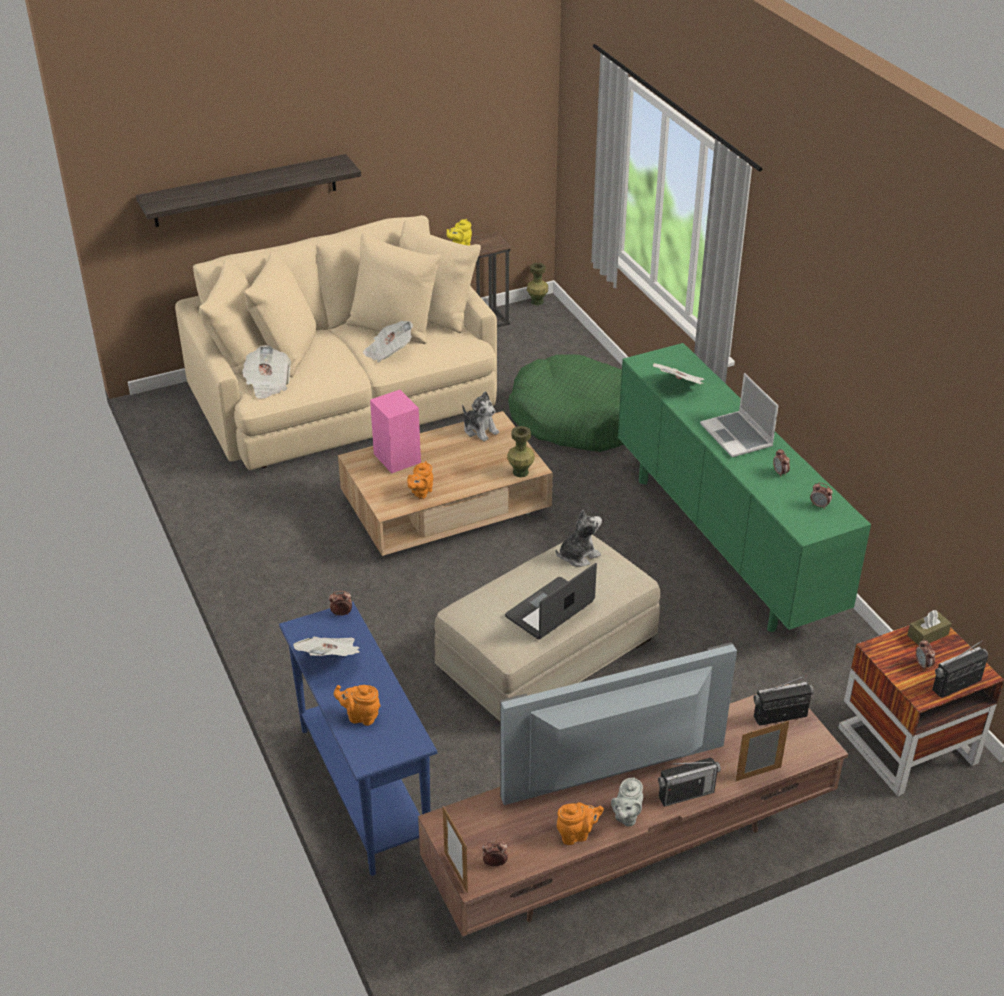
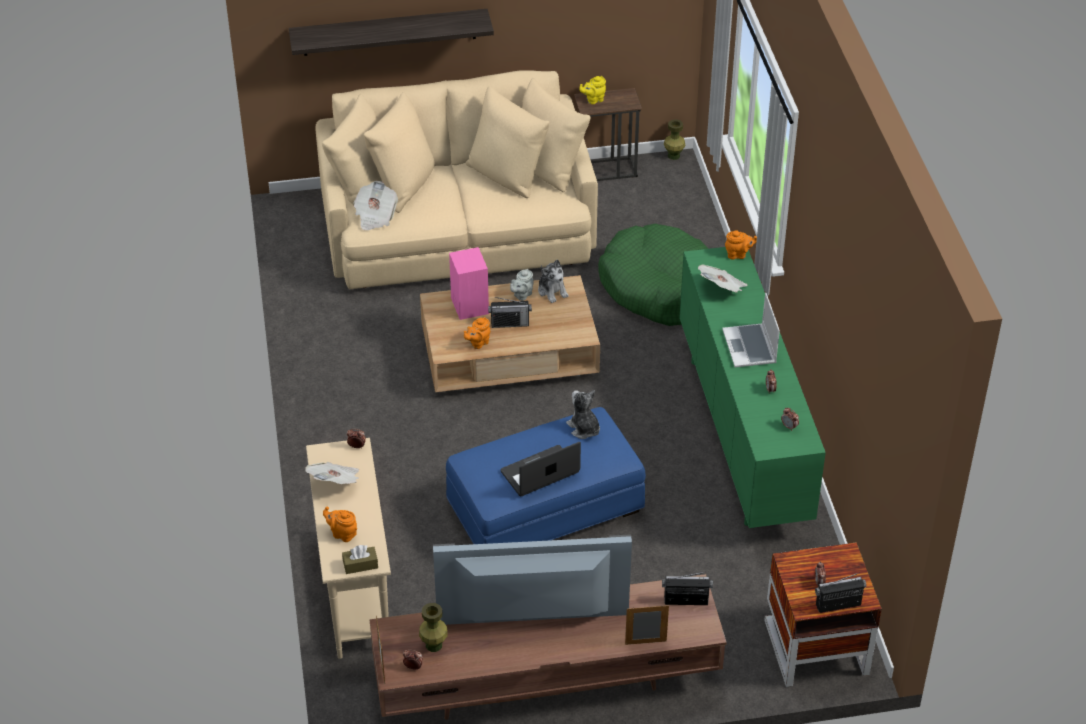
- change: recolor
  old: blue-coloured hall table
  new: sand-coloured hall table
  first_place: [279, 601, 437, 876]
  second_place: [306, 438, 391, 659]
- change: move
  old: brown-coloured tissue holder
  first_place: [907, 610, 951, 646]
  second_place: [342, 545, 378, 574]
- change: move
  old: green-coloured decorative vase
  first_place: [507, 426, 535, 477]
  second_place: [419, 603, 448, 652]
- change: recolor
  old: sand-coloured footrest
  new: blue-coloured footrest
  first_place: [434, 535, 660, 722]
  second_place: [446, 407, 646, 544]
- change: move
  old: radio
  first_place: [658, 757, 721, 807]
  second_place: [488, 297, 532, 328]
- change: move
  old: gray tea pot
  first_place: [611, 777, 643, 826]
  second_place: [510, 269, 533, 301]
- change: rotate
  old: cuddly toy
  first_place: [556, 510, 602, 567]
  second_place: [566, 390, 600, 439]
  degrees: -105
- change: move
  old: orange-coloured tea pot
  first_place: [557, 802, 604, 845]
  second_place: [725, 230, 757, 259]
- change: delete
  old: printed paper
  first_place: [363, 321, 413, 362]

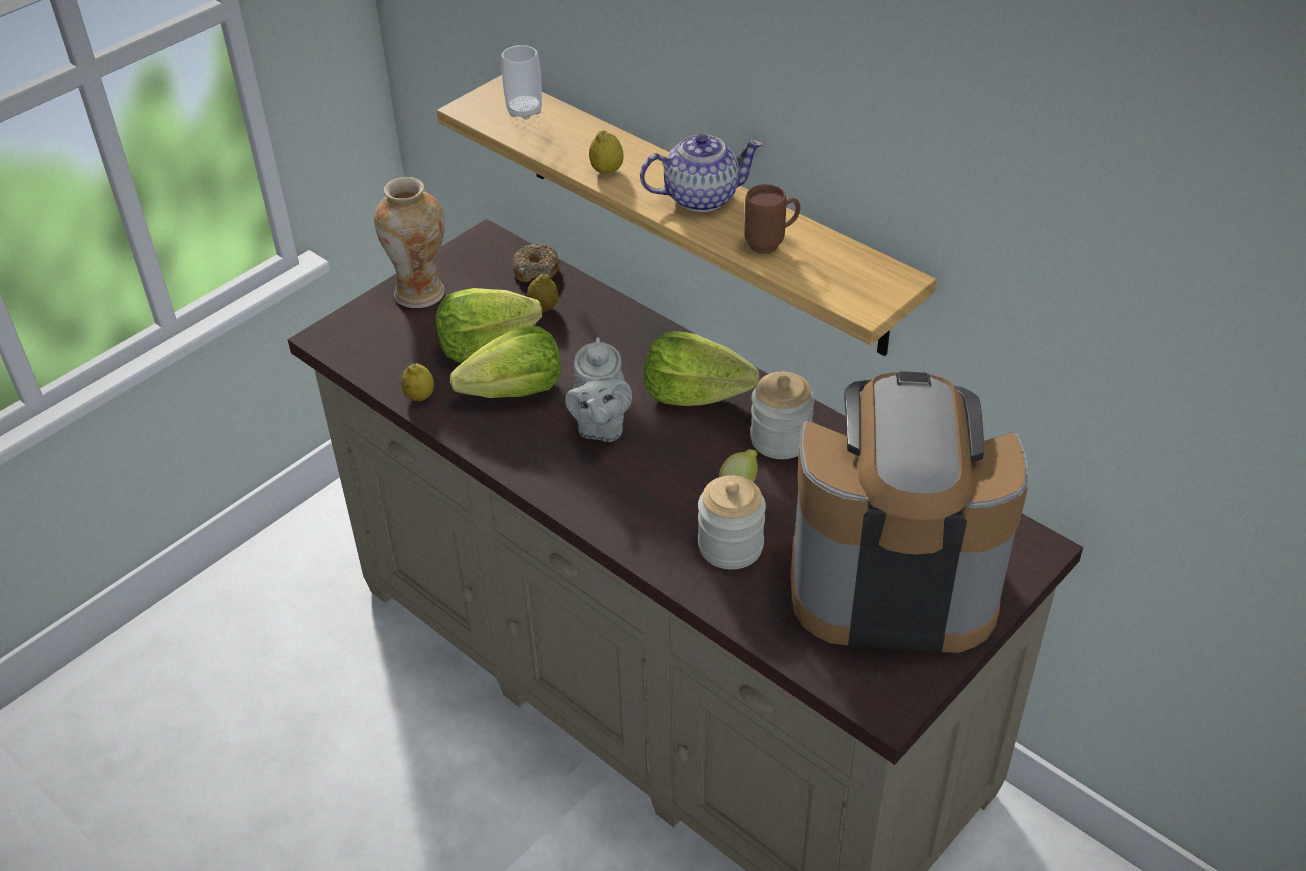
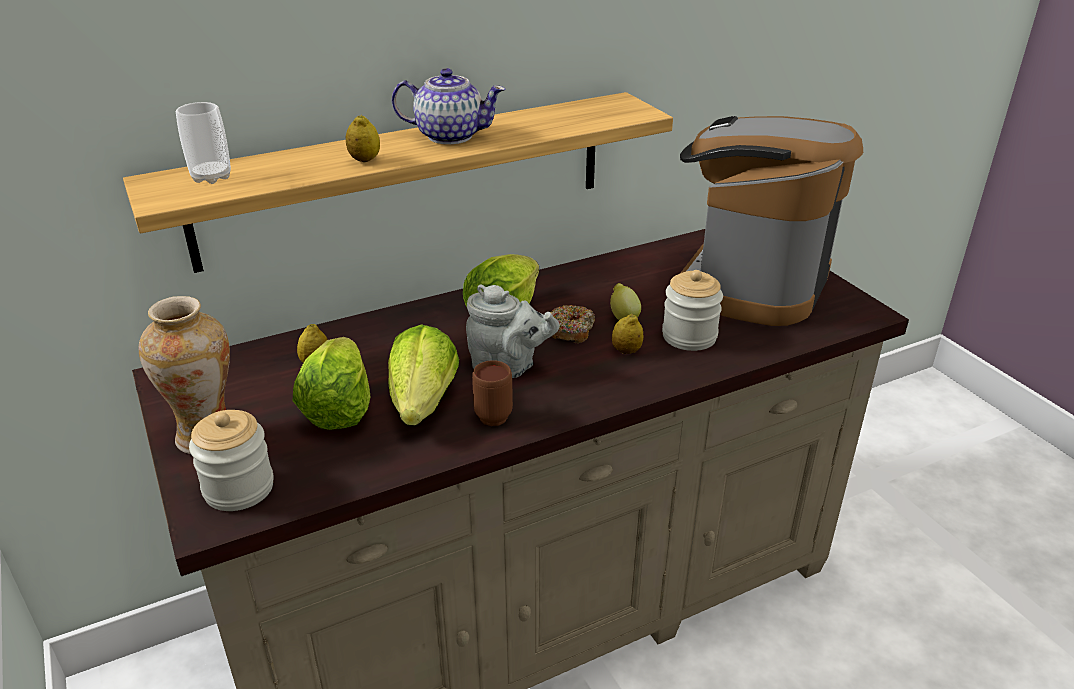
- change: move
  old: storage jar
  first_place: [750, 372, 815, 459]
  second_place: [189, 410, 274, 511]
- change: rotate
  old: tea pot
  first_place: [640, 133, 763, 212]
  second_place: [392, 68, 505, 144]
  degrees: 90
- change: move
  old: brown-coloured mug
  first_place: [744, 184, 800, 254]
  second_place: [472, 360, 513, 426]
- change: move
  old: doughnut
  first_place: [512, 244, 560, 282]
  second_place: [550, 305, 595, 343]
- change: move
  old: citrus fruit
  first_place: [401, 363, 434, 401]
  second_place: [612, 314, 643, 354]

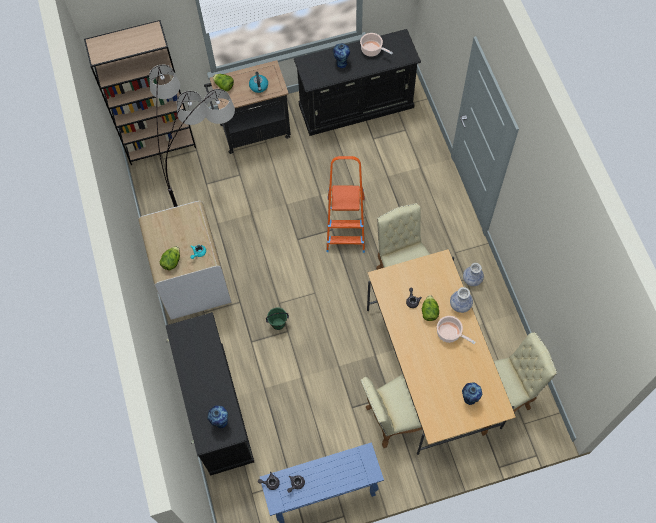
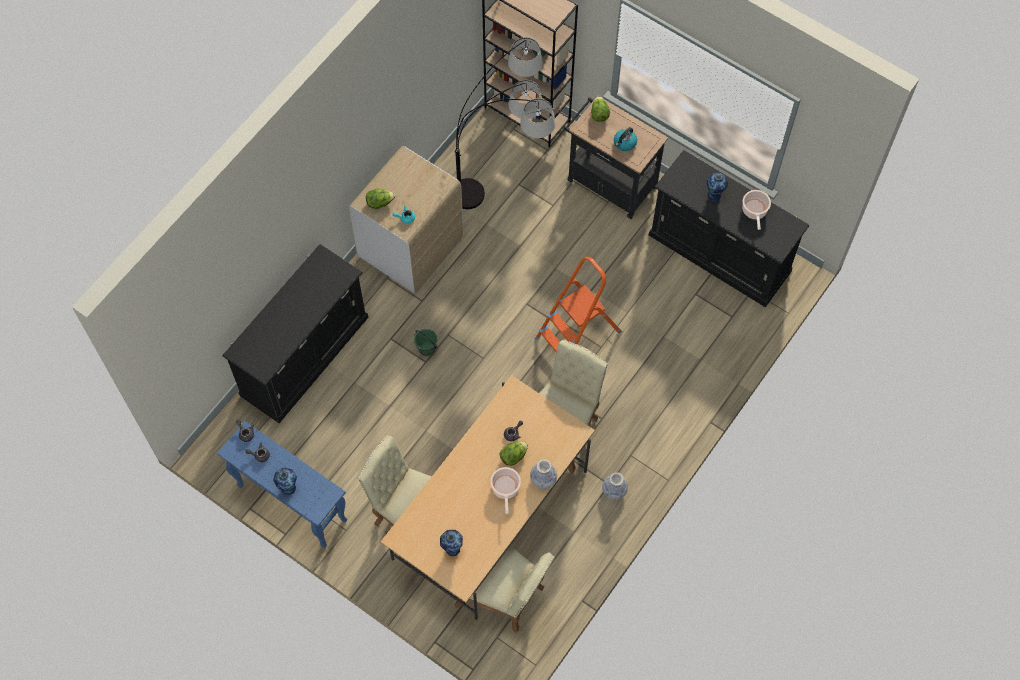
- change: move
  old: decorative vase
  first_place: [207, 405, 228, 428]
  second_place: [273, 468, 297, 495]

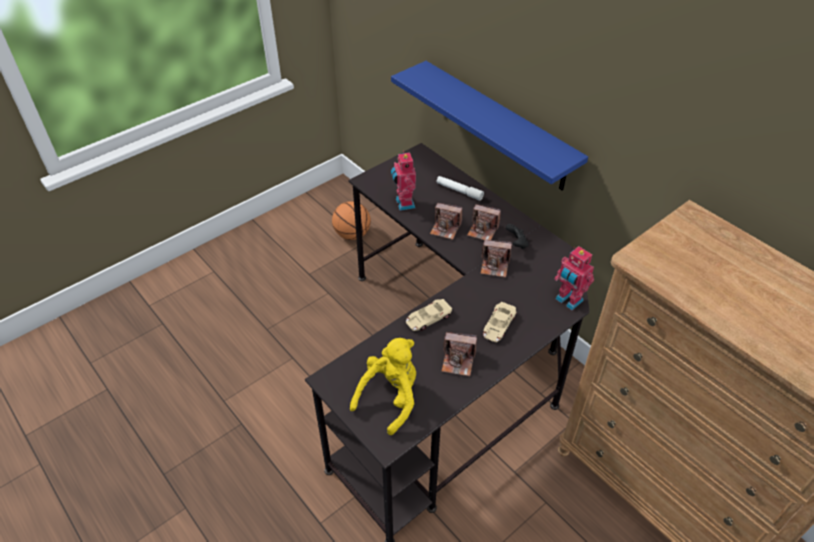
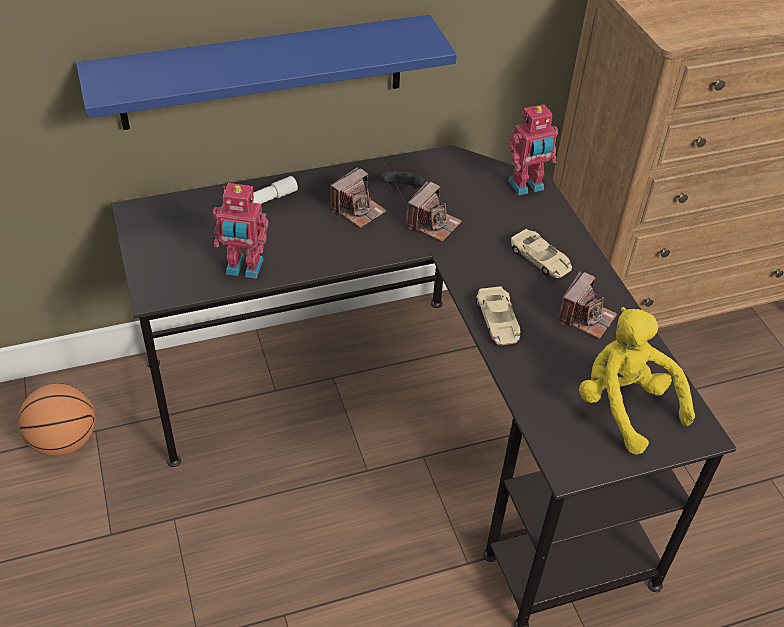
- change: delete
  old: still camera
  first_place: [430, 203, 463, 240]

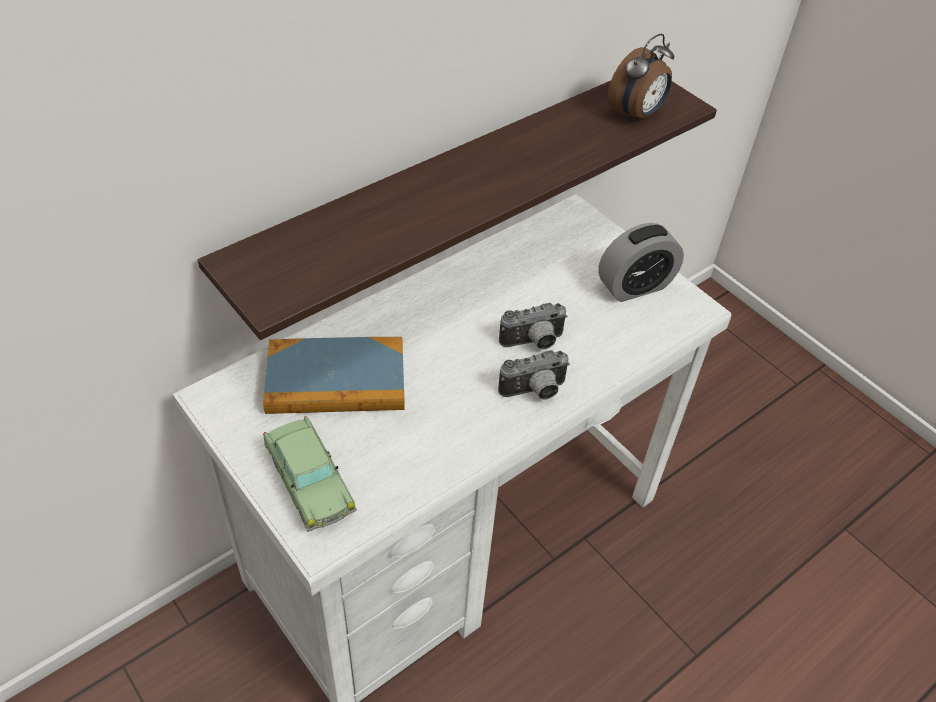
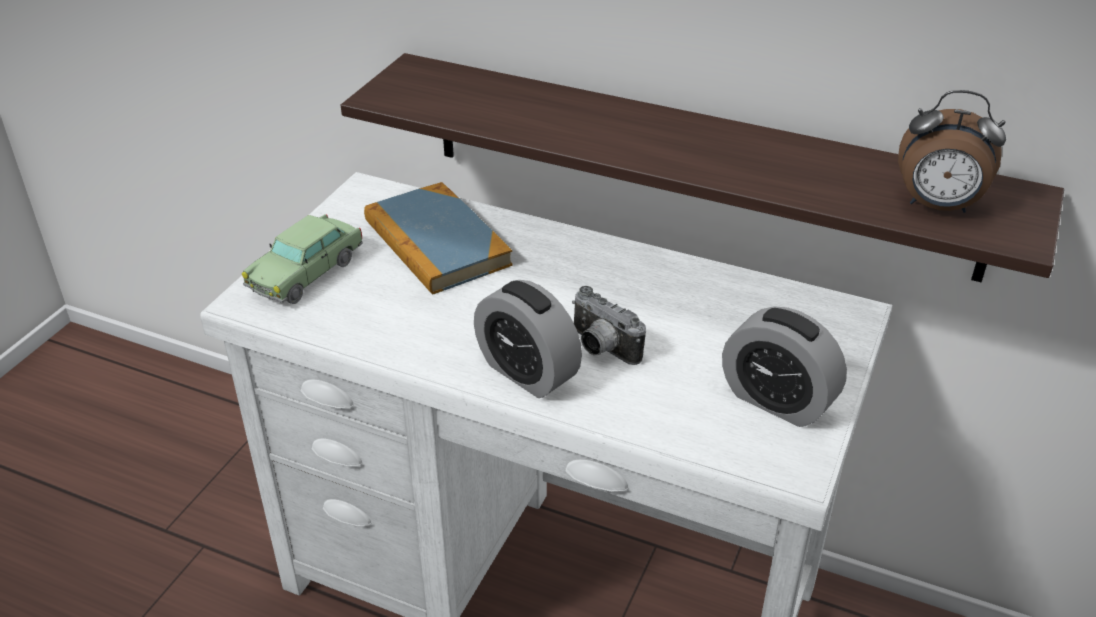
- change: replace
  old: still camera
  new: bedside clock
  first_place: [498, 350, 570, 400]
  second_place: [474, 280, 582, 398]

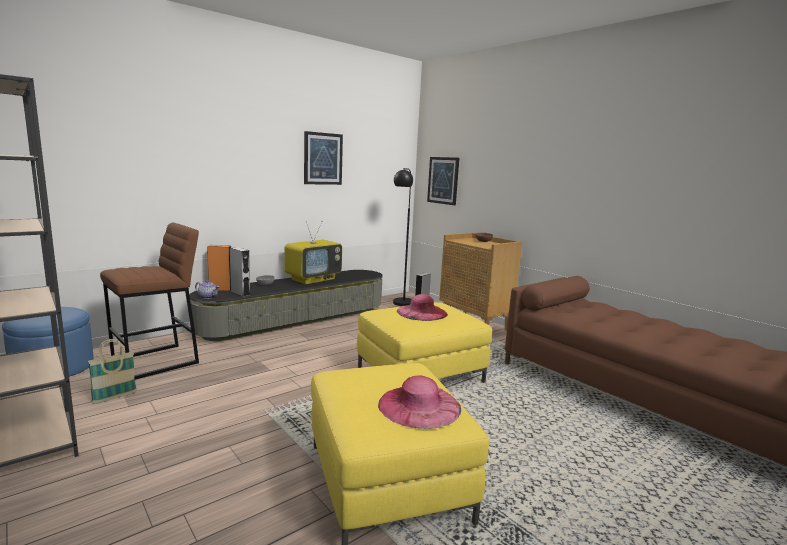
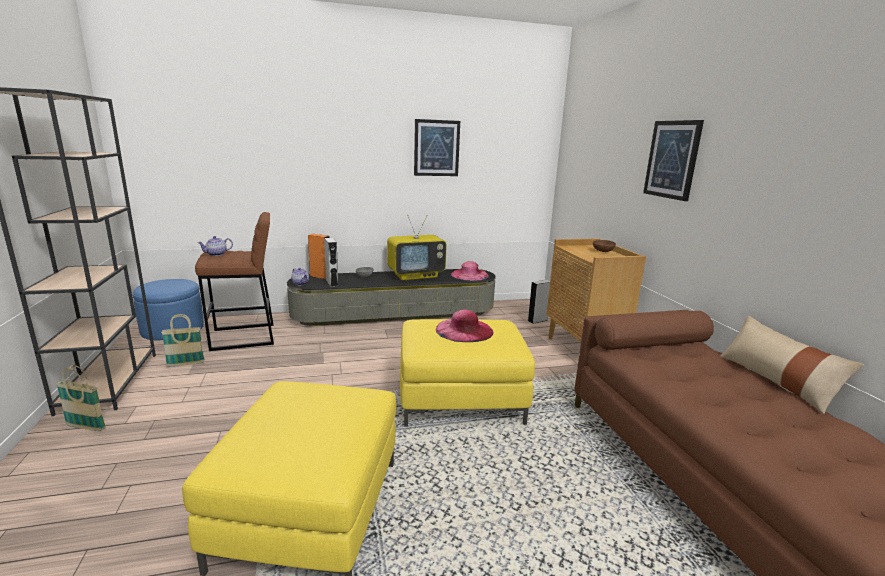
- change: insert
  new: storage basket
  second_place: [56, 365, 106, 431]
- change: insert
  new: tea pot
  second_place: [198, 236, 233, 256]
- change: move
  old: pink-coloured clothing hat
  first_place: [378, 375, 461, 429]
  second_place: [451, 261, 489, 281]
- change: move
  old: picture
  first_place: [427, 157, 459, 205]
  second_place: [643, 120, 704, 201]
- change: insert
  new: sand-coloured cushion
  second_place: [721, 316, 864, 414]
- change: delete
  old: black-coloured floor lamp
  first_place: [393, 168, 413, 306]

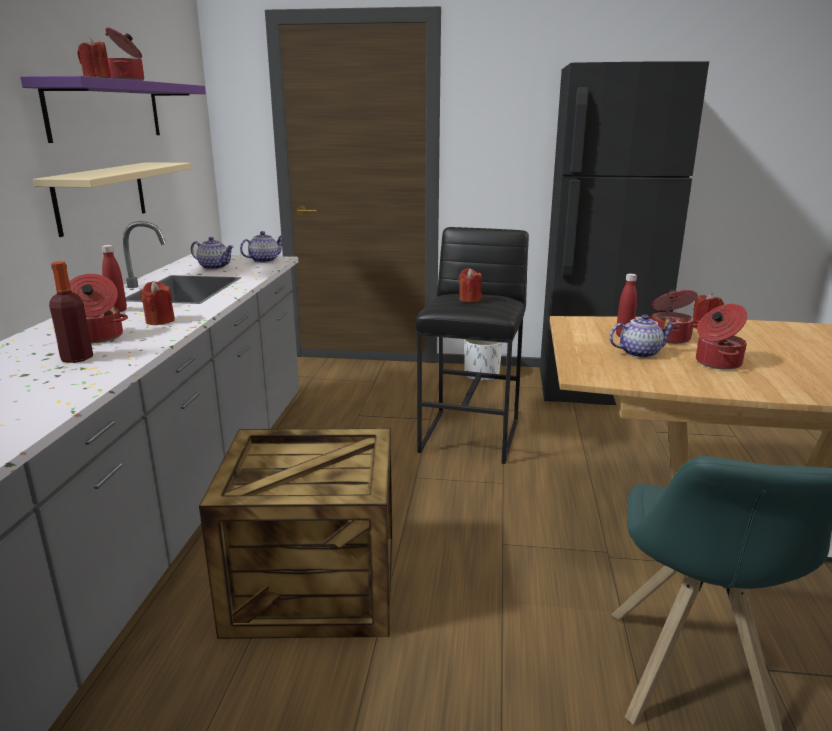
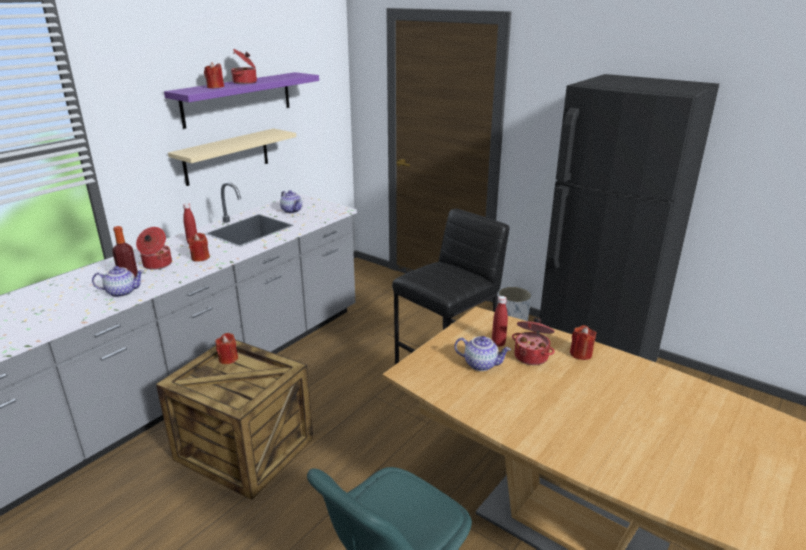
- change: move
  old: tea pot
  first_place: [240, 231, 285, 263]
  second_place: [92, 266, 144, 297]
- change: move
  old: reddish wax light
  first_place: [458, 268, 482, 303]
  second_place: [215, 333, 238, 364]
- change: delete
  old: stockpot
  first_place: [696, 304, 747, 370]

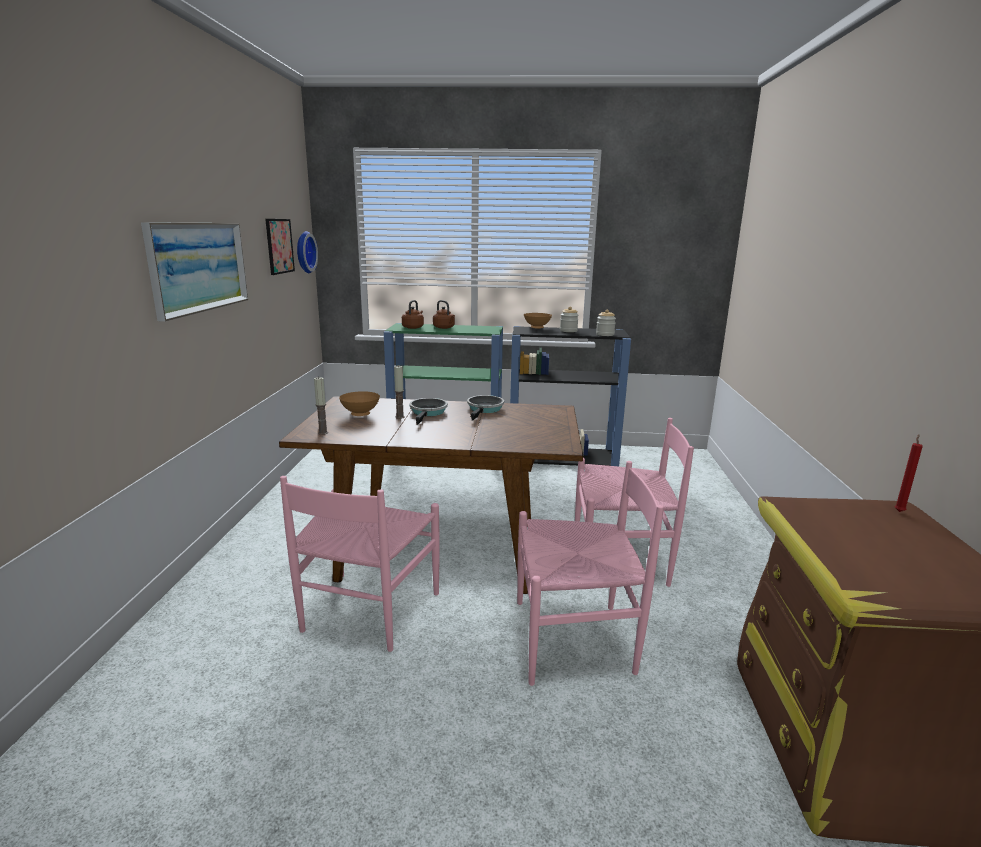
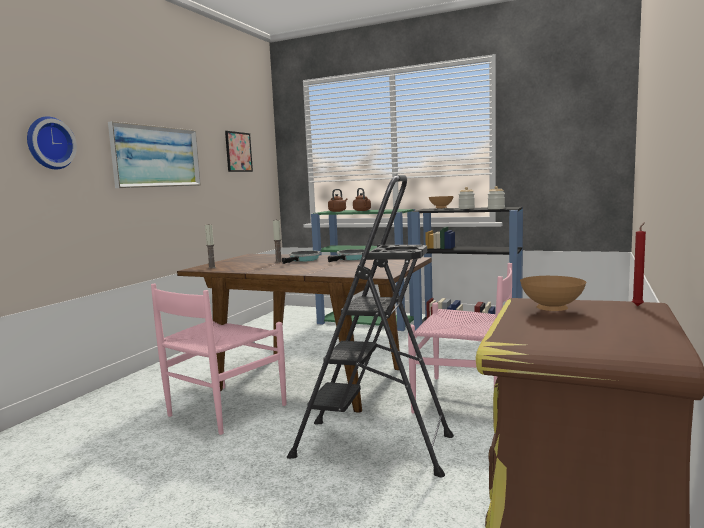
- change: move
  old: wall clock
  first_place: [297, 231, 318, 273]
  second_place: [27, 116, 77, 169]
- change: replace
  old: pink-coloured chair
  new: step ladder
  first_place: [517, 461, 664, 686]
  second_place: [287, 175, 454, 477]
- change: move
  old: brown-coloured bowl
  first_place: [339, 391, 380, 416]
  second_place: [520, 276, 586, 311]

